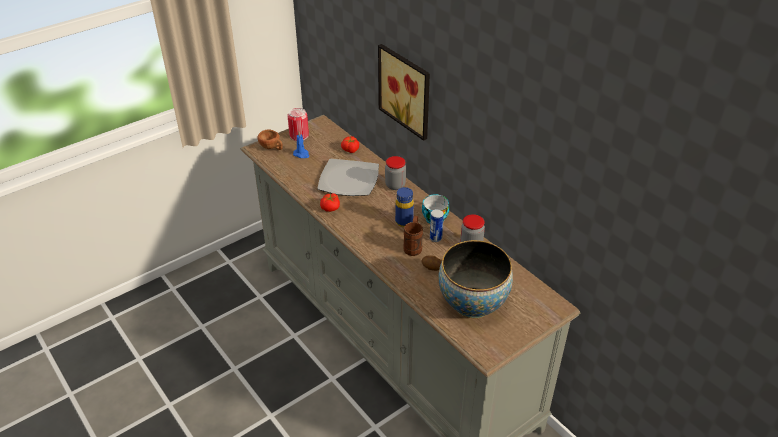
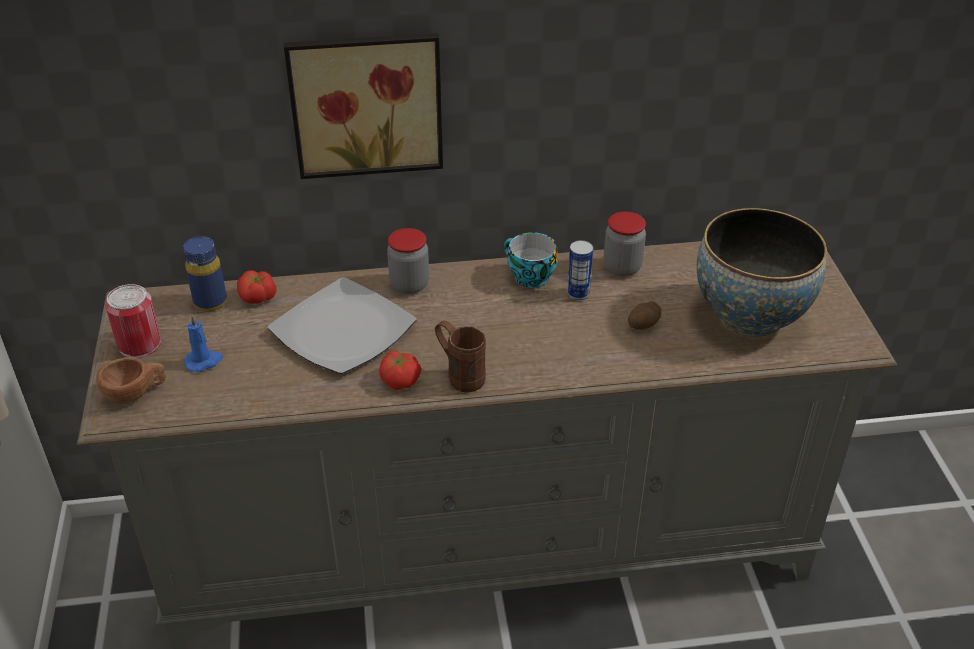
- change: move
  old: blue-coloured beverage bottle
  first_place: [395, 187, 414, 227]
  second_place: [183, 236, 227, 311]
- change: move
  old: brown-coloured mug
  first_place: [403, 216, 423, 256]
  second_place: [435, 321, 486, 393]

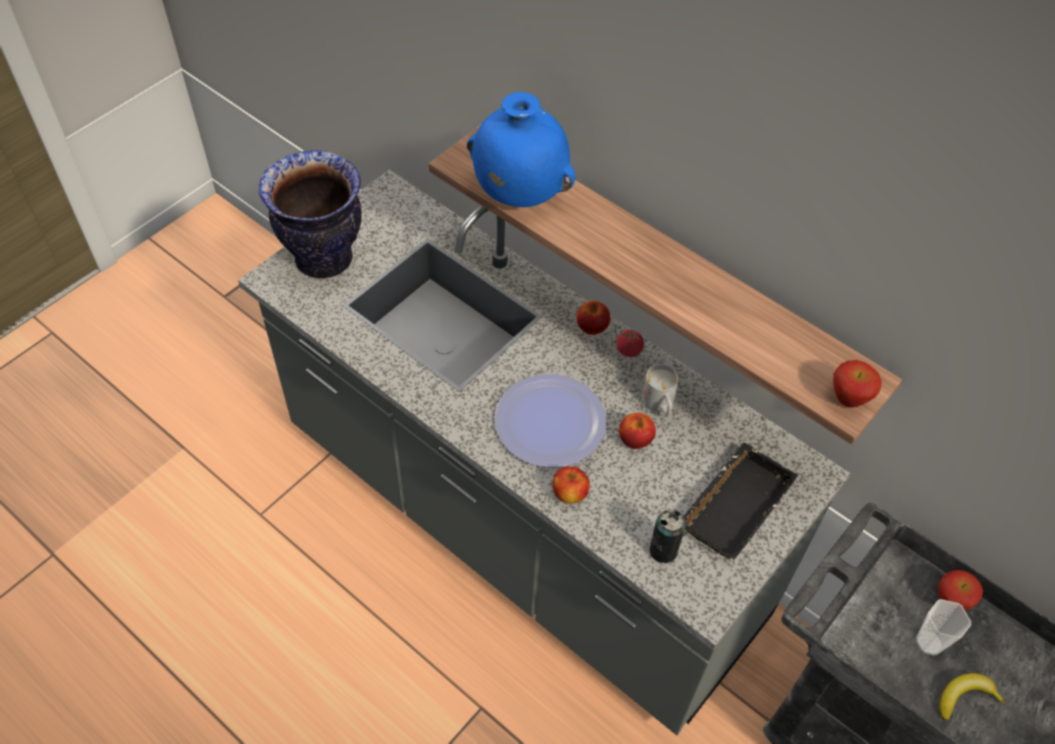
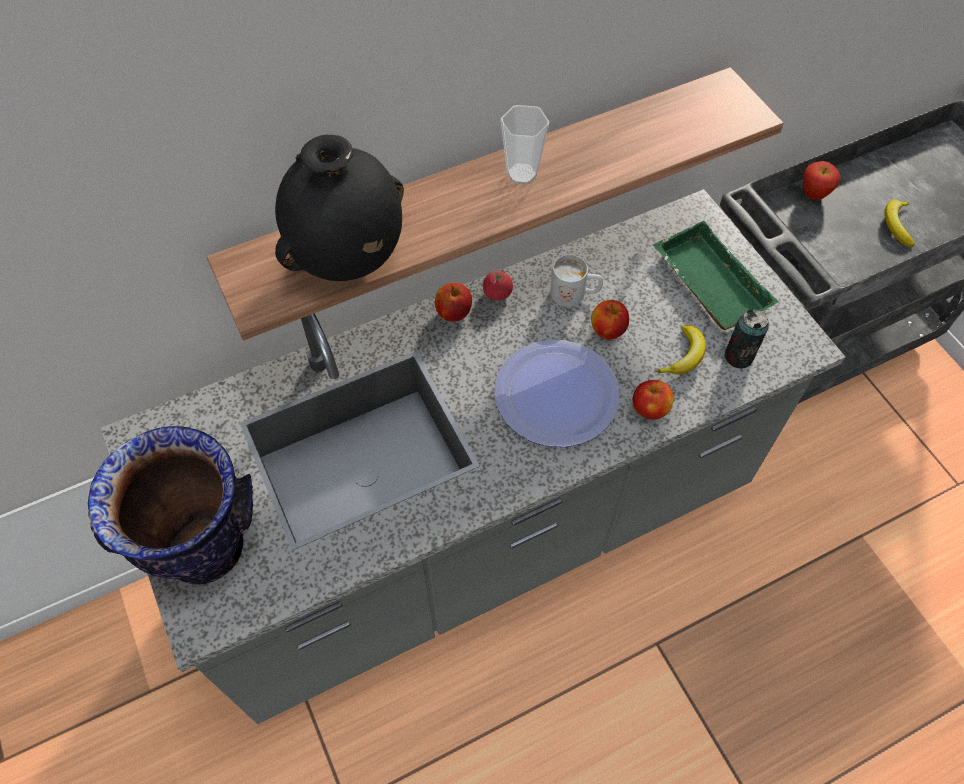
- change: recolor
  old: blue-coloured decorative vase
  new: black-coloured decorative vase
  first_place: [467, 92, 576, 207]
  second_place: [275, 134, 404, 281]
- change: move
  old: cup
  first_place: [916, 599, 971, 656]
  second_place: [501, 105, 549, 185]
- change: recolor
  old: black-coloured tray
  new: green-coloured tray
  first_place: [683, 442, 798, 559]
  second_place: [653, 221, 778, 330]
- change: insert
  new: whole banana
  second_place: [656, 325, 706, 375]
- change: delete
  old: apple fruit
  first_place: [833, 360, 881, 408]

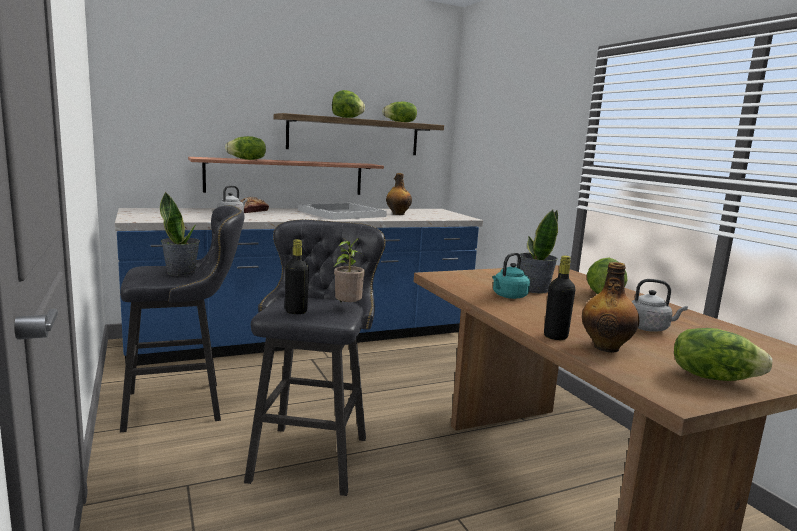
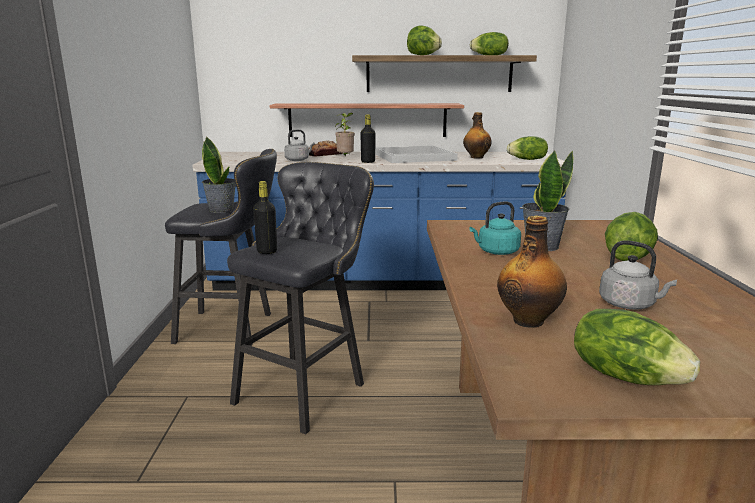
- change: move
  old: plant in a pot
  first_place: [333, 238, 365, 303]
  second_place: [335, 113, 355, 156]
- change: move
  old: black-coloured beverage bottle
  first_place: [544, 255, 576, 340]
  second_place: [360, 114, 376, 163]
- change: move
  old: head of lettuce
  first_place: [225, 136, 266, 160]
  second_place: [507, 136, 548, 160]

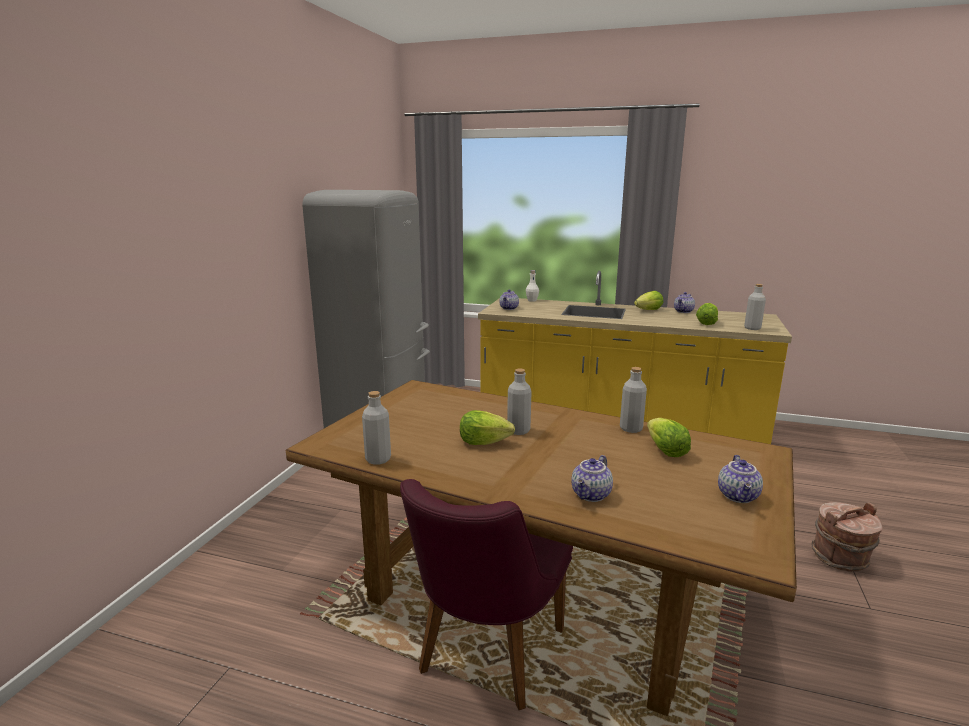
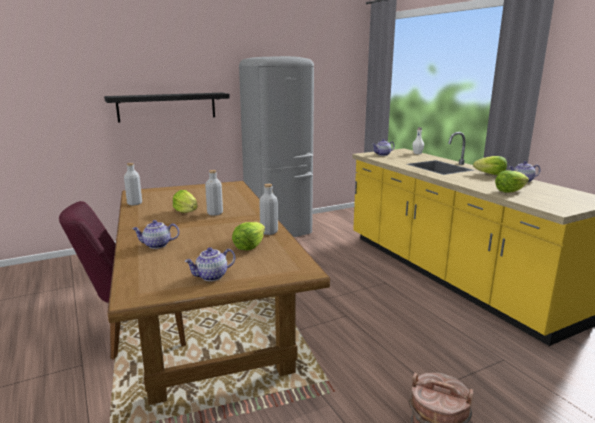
- change: insert
  new: black-coloured shelf
  second_place: [104, 93, 230, 123]
- change: delete
  old: gray beverage bottle
  first_place: [744, 284, 766, 330]

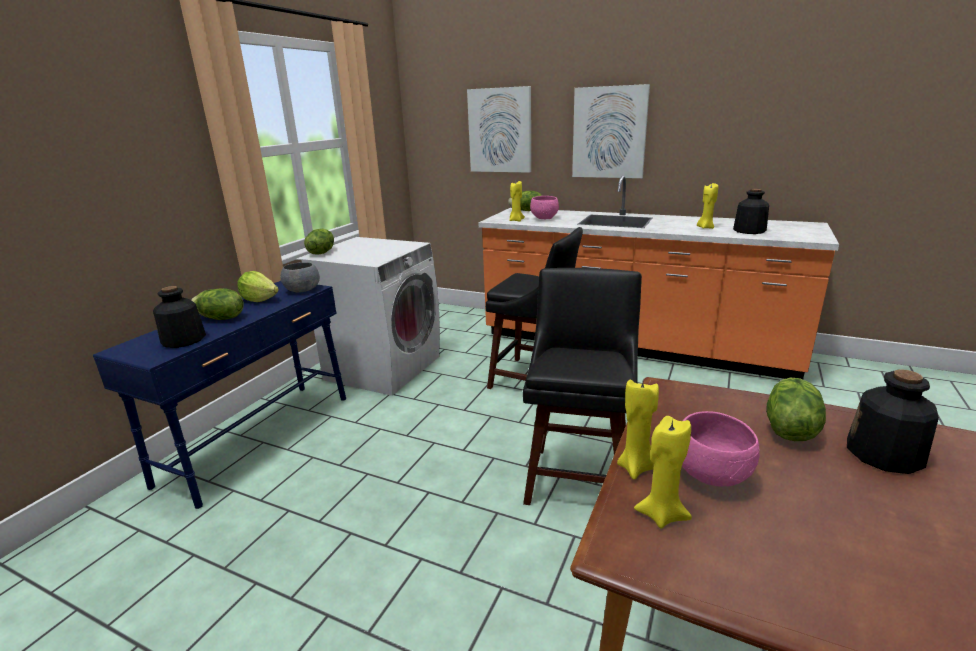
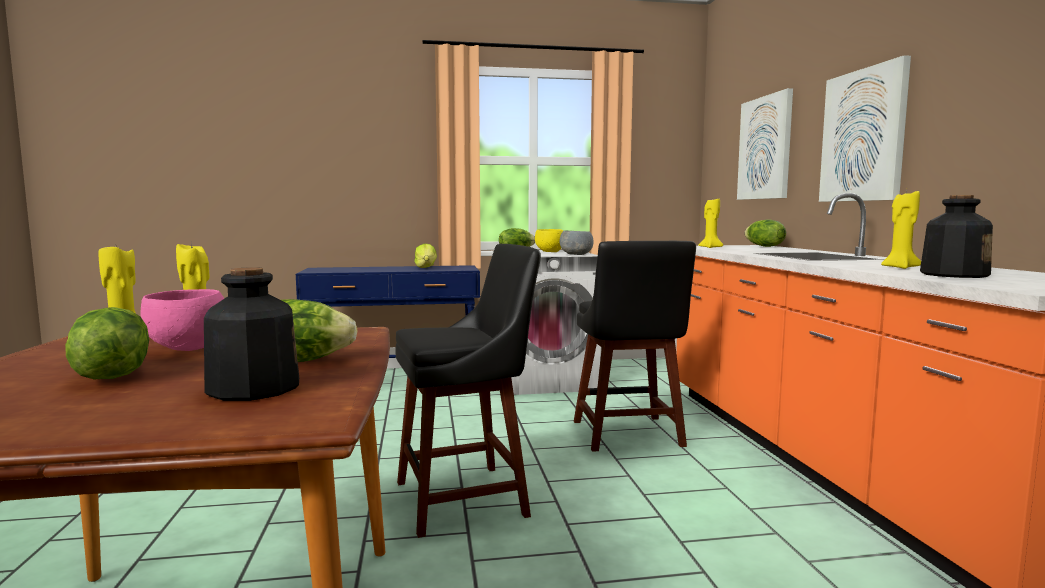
- change: move
  old: head of lettuce
  first_place: [191, 288, 244, 320]
  second_place: [65, 307, 149, 379]
- change: insert
  new: yellow-coloured bowl
  second_place: [535, 229, 563, 252]
- change: move
  old: gray bowl
  first_place: [280, 262, 320, 293]
  second_place: [560, 231, 594, 255]
- change: delete
  old: beverage bottle
  first_place: [153, 286, 206, 348]
- change: delete
  old: pink-coloured bowl
  first_place: [530, 196, 559, 219]

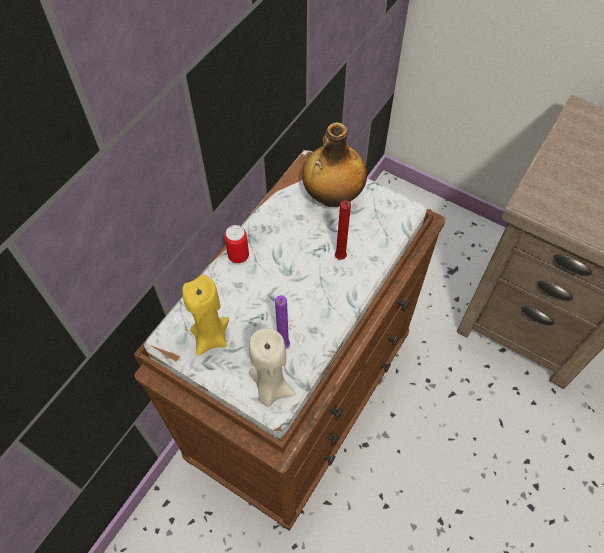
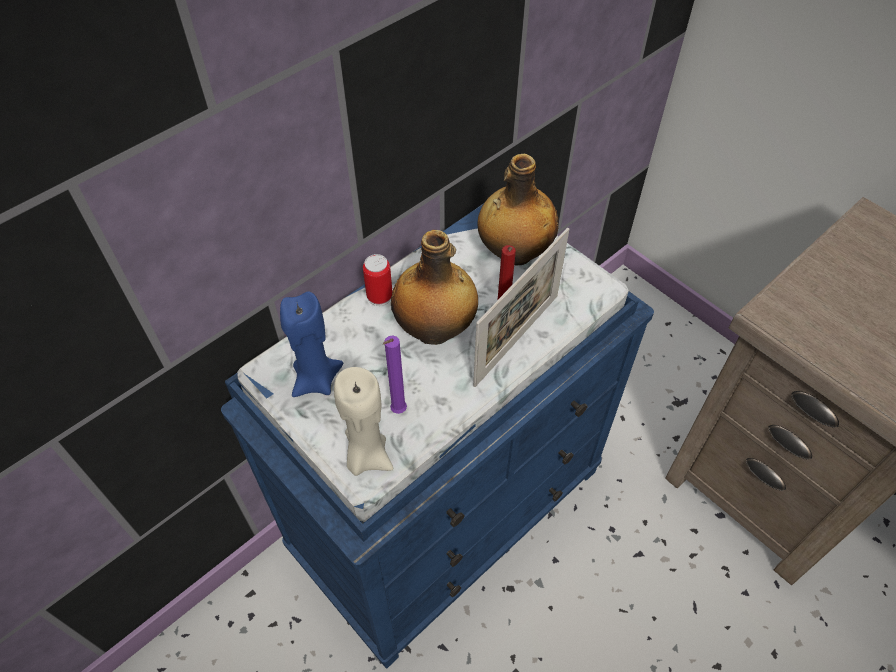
- change: recolor
  old: brown-coloured drawer chest
  new: blue-coloured drawer chest
  first_place: [134, 150, 446, 531]
  second_place: [221, 204, 654, 668]
- change: recolor
  old: yellow-coloured wax light
  new: blue-coloured wax light
  first_place: [182, 275, 229, 356]
  second_place: [280, 291, 343, 397]
- change: insert
  new: beverage bottle
  second_place: [391, 230, 478, 345]
- change: insert
  new: photo frame
  second_place: [473, 228, 569, 387]

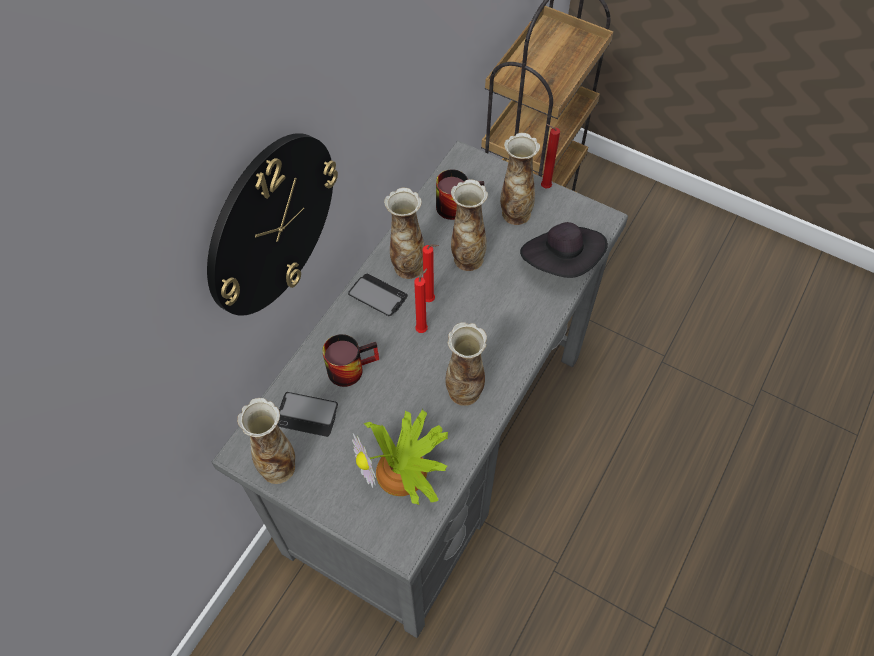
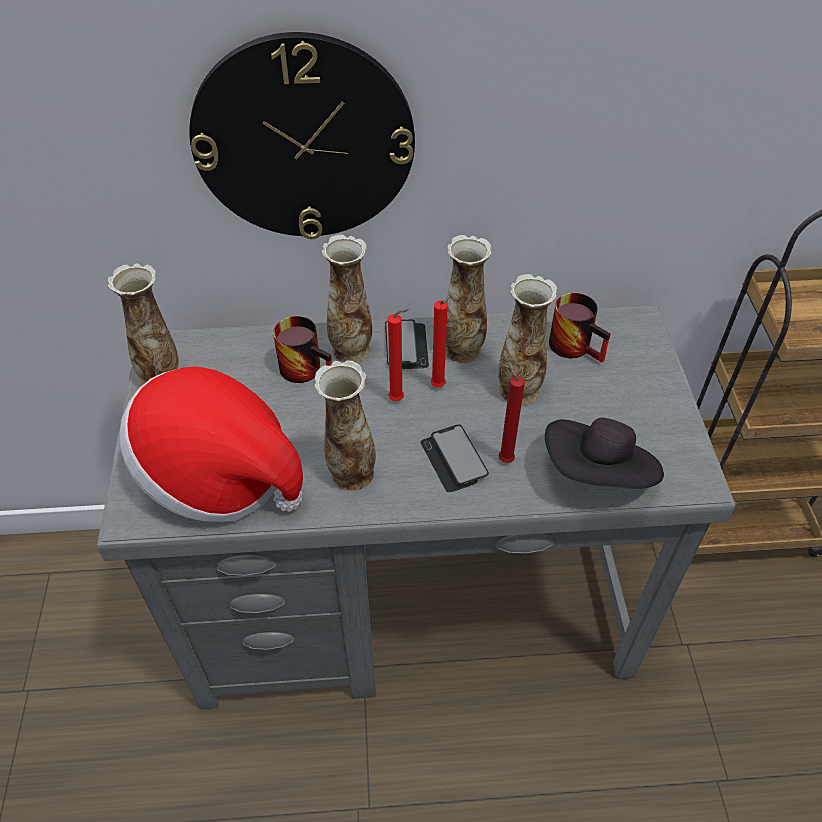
- change: replace
  old: plant in a pot
  new: clothing hat
  first_place: [352, 408, 448, 505]
  second_place: [119, 367, 303, 522]
- change: move
  old: decorative vase
  first_place: [500, 133, 540, 225]
  second_place: [321, 235, 372, 362]
- change: move
  old: handset
  first_place: [277, 392, 338, 437]
  second_place: [421, 425, 489, 492]
- change: move
  old: reddish wax light
  first_place: [541, 124, 560, 189]
  second_place: [499, 362, 525, 463]

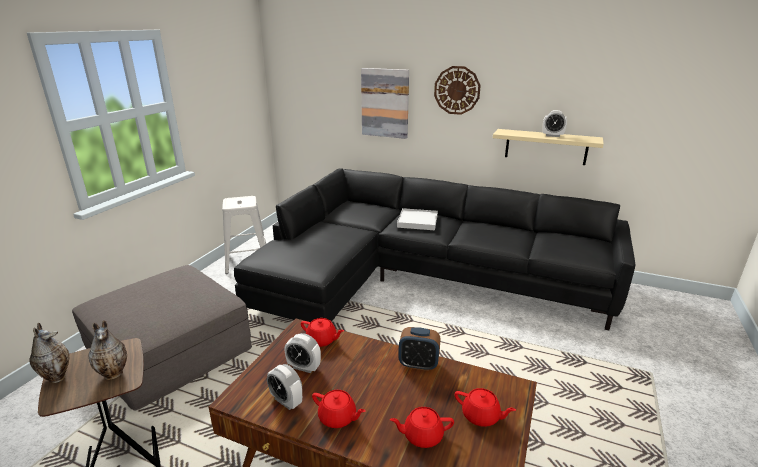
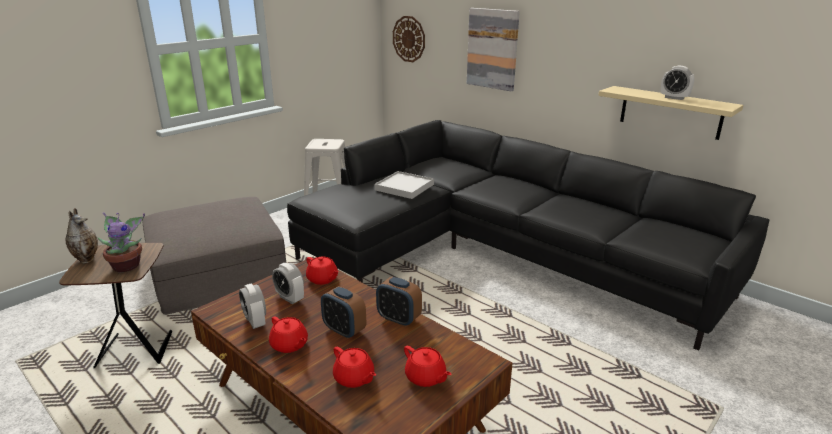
- change: replace
  old: decorative vase
  new: plant in a pot
  first_place: [89, 321, 127, 380]
  second_place: [97, 212, 145, 272]
- change: insert
  new: bedside clock
  second_place: [321, 286, 366, 339]
- change: rotate
  old: reddish tea pot
  first_place: [390, 407, 454, 448]
  second_place: [333, 347, 376, 388]
  degrees: -150
- change: move
  old: whitish tray
  first_place: [397, 208, 438, 230]
  second_place: [375, 171, 434, 199]
- change: move
  old: wall clock
  first_place: [434, 66, 481, 115]
  second_place: [393, 16, 425, 62]

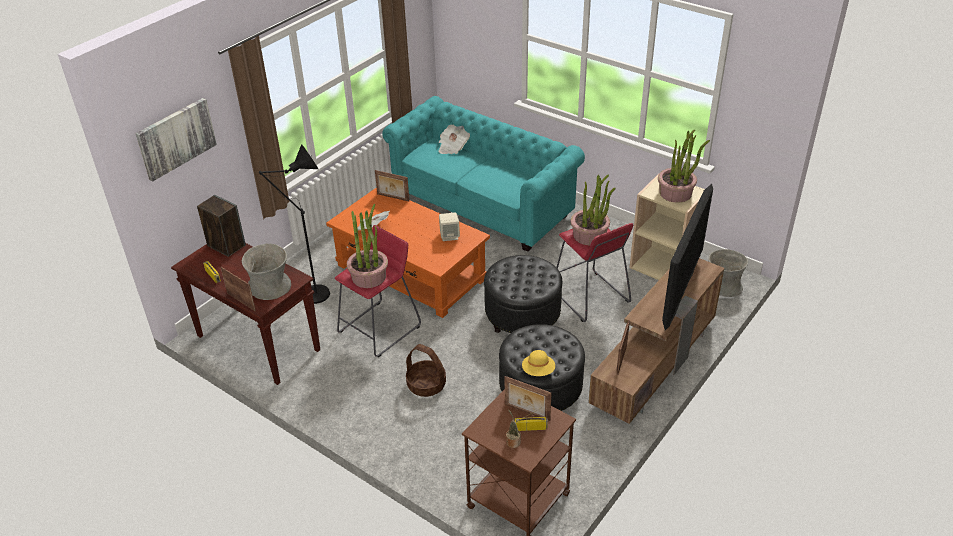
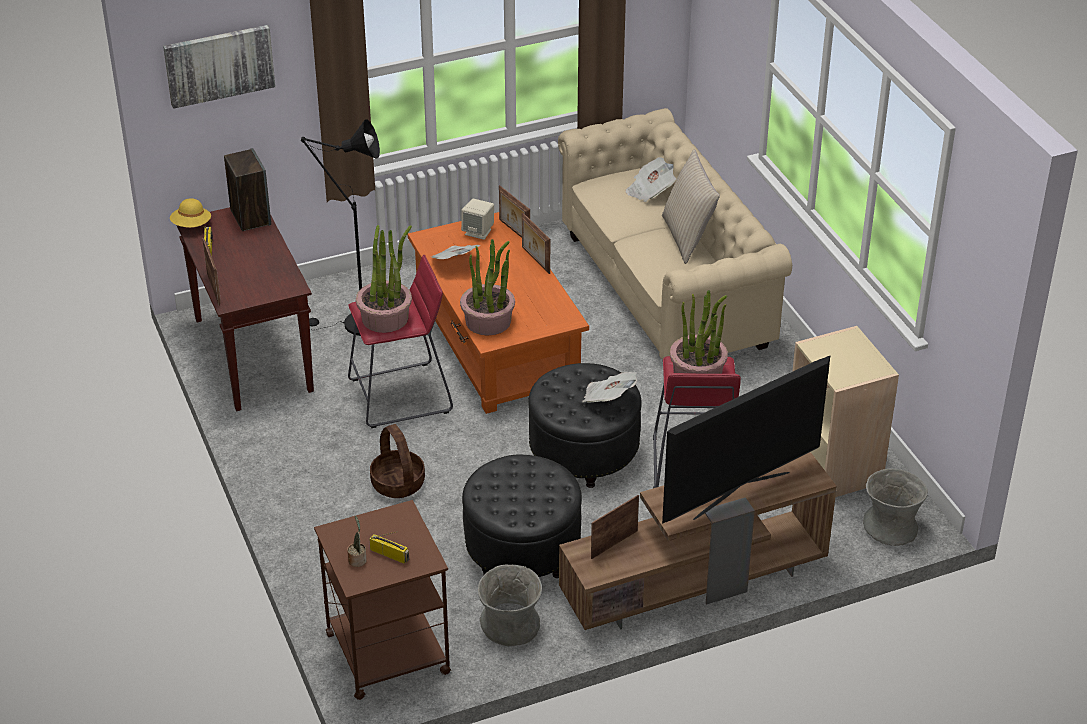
- change: move
  old: yellow-coloured clothing hat
  first_place: [522, 350, 555, 376]
  second_place: [170, 198, 211, 228]
- change: move
  old: plant in a pot
  first_place: [658, 129, 710, 203]
  second_place: [460, 239, 515, 336]
- change: move
  old: sand-coloured loudspeaker
  first_place: [439, 212, 460, 241]
  second_place: [461, 198, 494, 240]
- change: move
  old: gray decorative vase
  first_place: [242, 243, 291, 300]
  second_place: [478, 565, 542, 646]
- change: move
  old: photo frame
  first_place: [505, 376, 551, 421]
  second_place: [522, 213, 550, 274]
- change: recolor
  old: turquoise settee
  new: sand-coloured settee
  first_place: [382, 96, 585, 252]
  second_place: [558, 108, 792, 359]
- change: insert
  new: printed paper
  second_place: [582, 372, 637, 403]
- change: insert
  new: sand-coloured cushion
  second_place: [662, 149, 720, 264]

